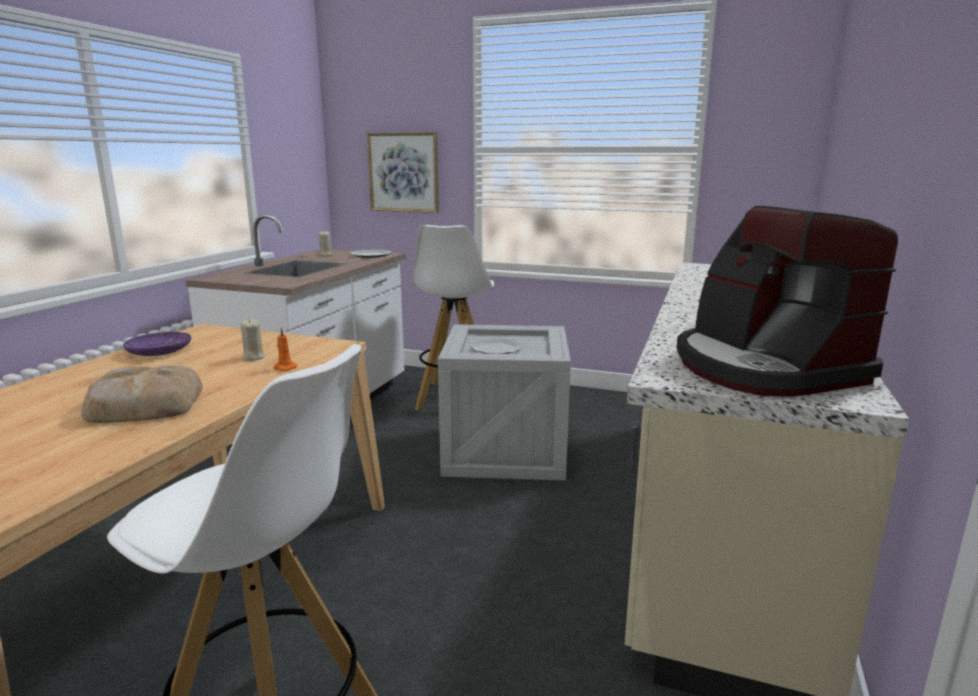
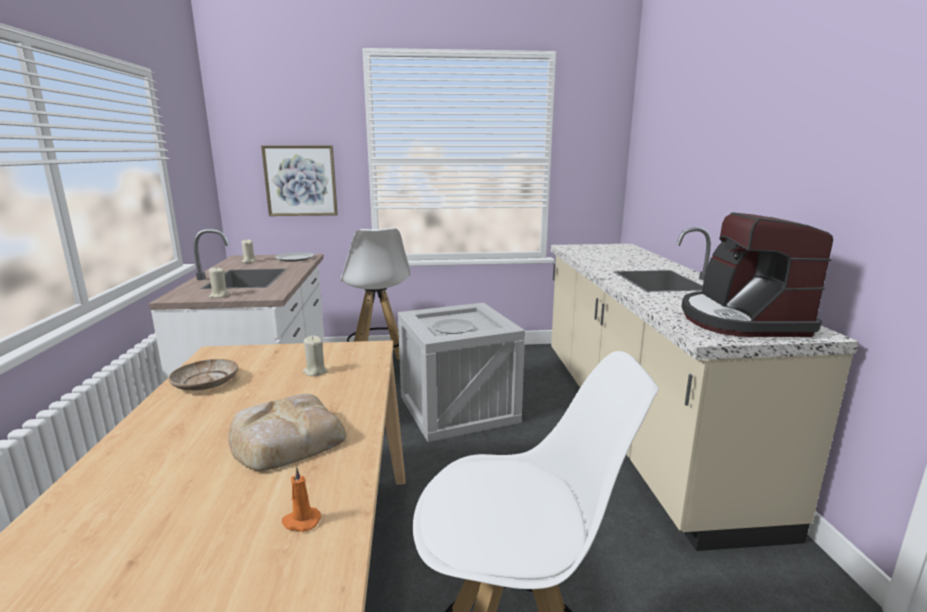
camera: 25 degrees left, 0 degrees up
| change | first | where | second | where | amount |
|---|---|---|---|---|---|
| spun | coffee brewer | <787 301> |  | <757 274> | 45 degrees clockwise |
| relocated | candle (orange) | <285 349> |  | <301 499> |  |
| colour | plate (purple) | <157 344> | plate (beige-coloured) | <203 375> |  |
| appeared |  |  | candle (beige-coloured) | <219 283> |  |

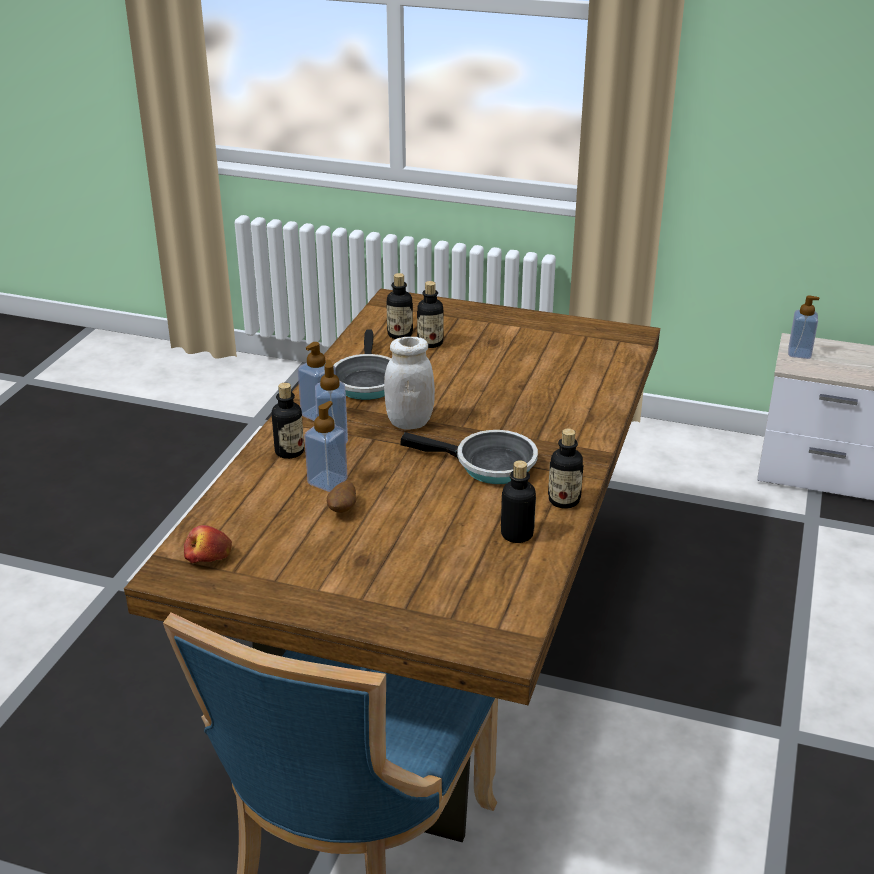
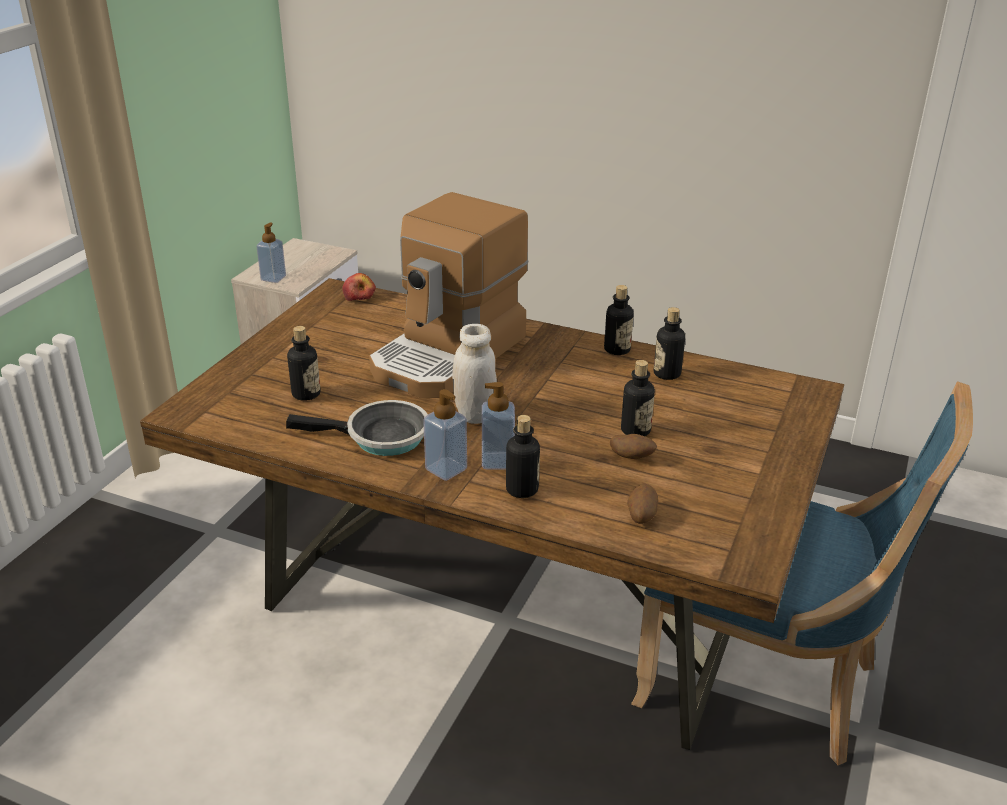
camera: 85 degrees left, 0 degrees up
| change | first | where | second | where | amount |
|---|---|---|---|---|---|
| relocated | beverage bottle | <399 306> |  | <638 398> |  |
| missing | liquid soap bottle | <326 446> |  |  |  |
| missing | frying pan | <469 457> |  |  |  |
| relocated | apple | <208 544> |  | <359 287> |  |
| appeared |  |  | coffee brewer | <448 295> |  |
| appeared |  |  | whole potato | <642 504> |  |

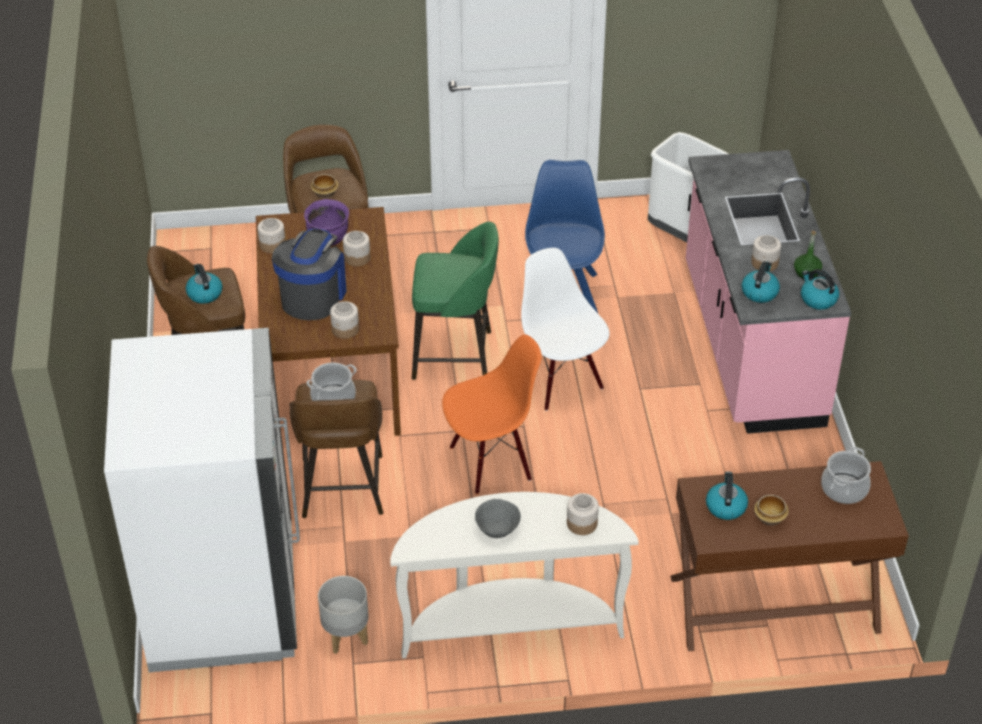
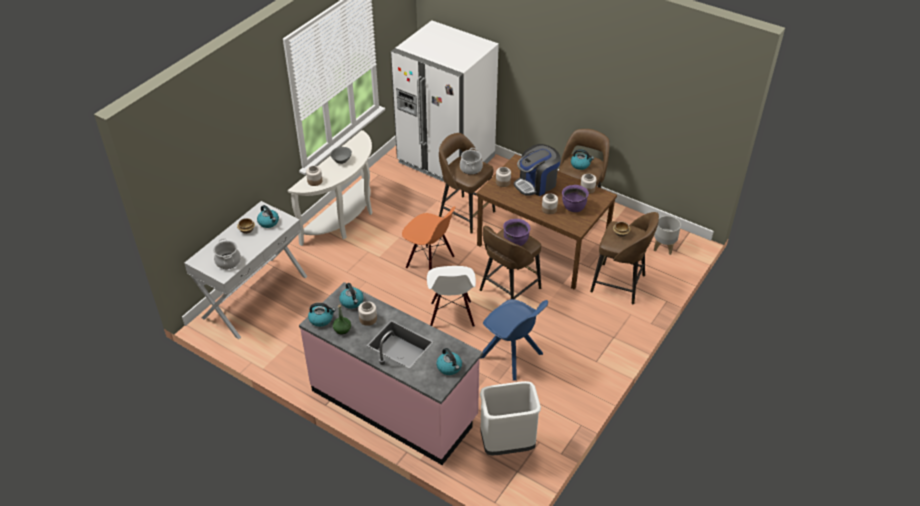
camera: 130 degrees right, 0 degrees up
| change | first | where | second | where | amount |
|---|---|---|---|---|---|
| colour | sitting stool (green) | <455 301> | sitting stool (brown) | <510 262> |  |
| spun | coffee brewer | <309 274> |  | <537 170> | 90 degrees clockwise |
| spun | upright chair (white-coloured) | <565 329> |  | <451 296> | 75 degrees clockwise |
| spun | upright chair (orange) | <492 414> |  | <428 239> | 75 degrees counterclockwise |
| colour | narrow table (brown) | <789 556> | narrow table (white-coloured) | <246 270> |  |
| relocated | flower pot (grey) | <343 615> |  | <667 235> |  |
| appeared |  |  | stockpot (purple) | <517 232> |  |
| appeared |  |  | water kettle | <449 361> |  |

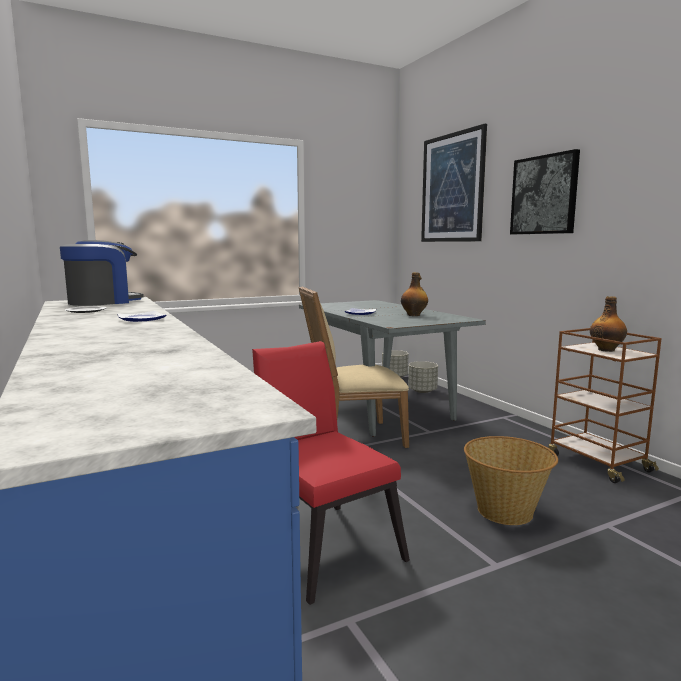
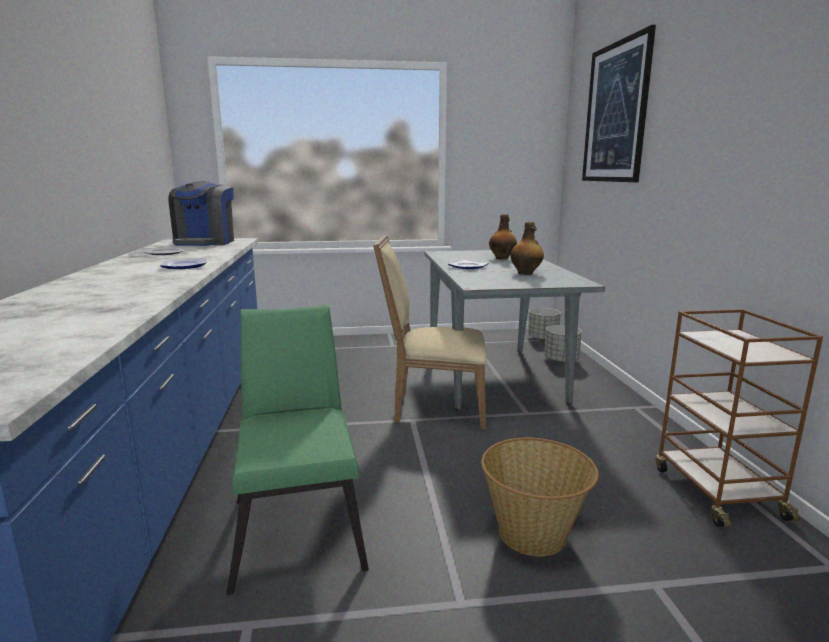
camera: 20 degrees right, 5 degrees up
| change | first | where | second | where | amount |
|---|---|---|---|---|---|
| missing | wall art | <545 191> |  |  |  |
| spun | coffee brewer | <102 273> |  | <201 213> | 120 degrees clockwise |
| relocated | beverage bottle | <608 324> |  | <503 237> |  |
| colour | upright chair (reddish) | <331 473> | upright chair (green) | <297 450> |  |

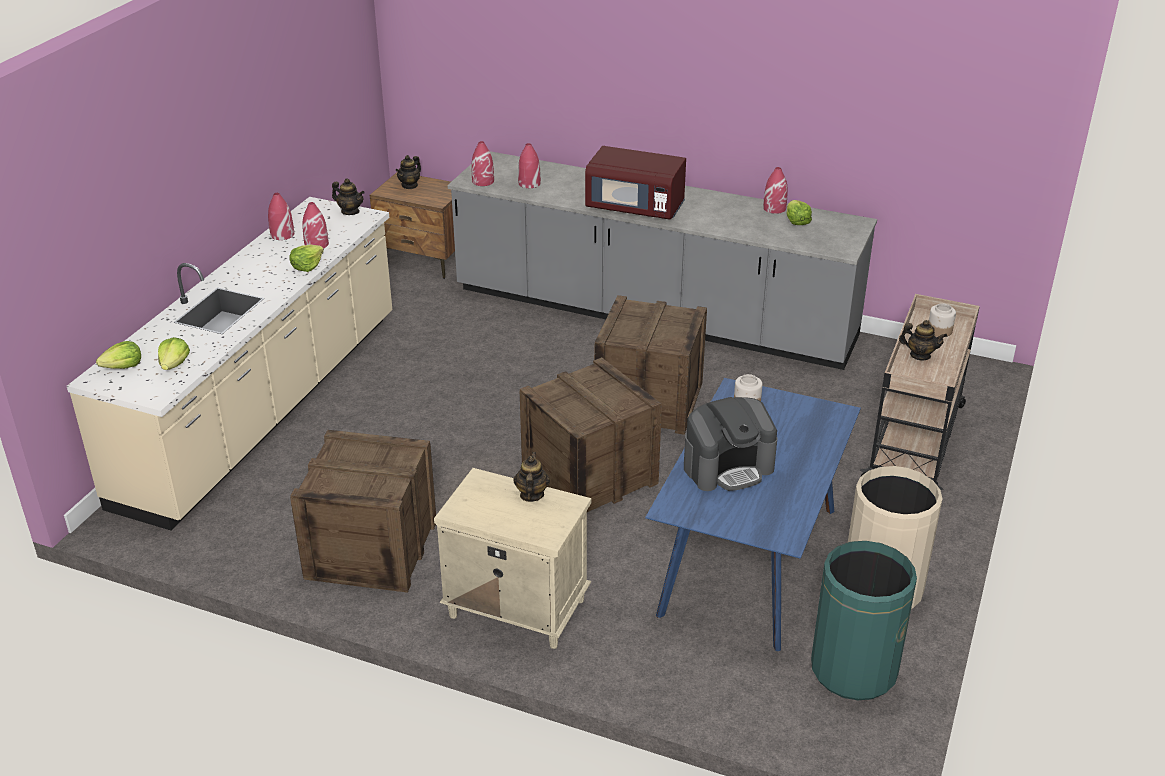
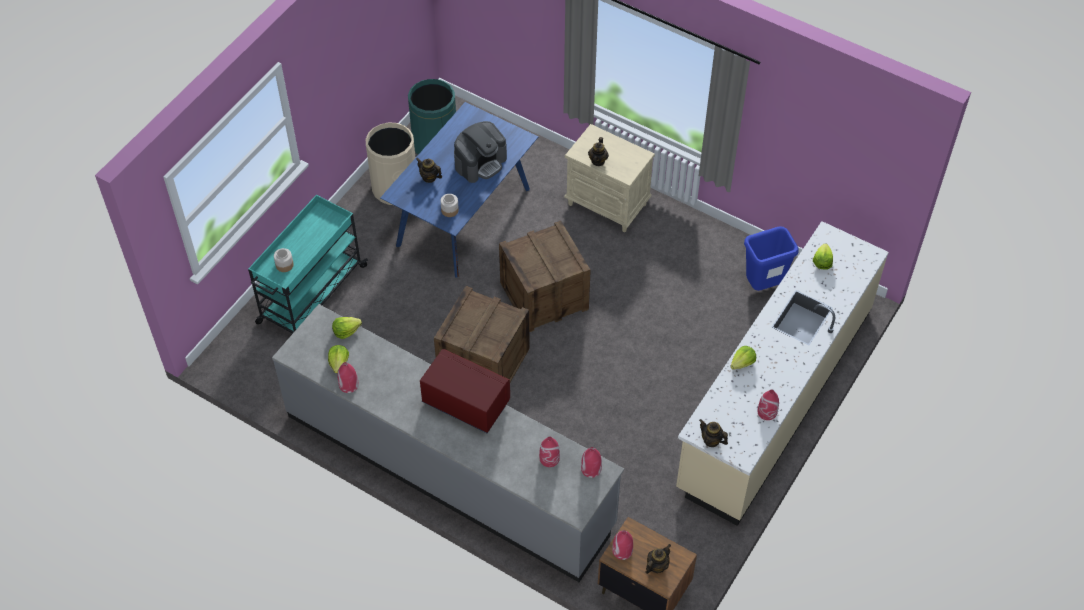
camera: 170 degrees left, 20 degrees up
| change | first | where | second | where | amount |
|---|---|---|---|---|---|
| relocated | flower vase (reddish) | <315 225> |  | <622 545> |  |
| colour | trolley (beige-coloured) | <920 392> | trolley (turquoise-coloured) | <308 264> |  |
| relocated | teapot | <923 340> |  | <429 170> |  |
| relocated | head of lettuce | <118 355> |  | <347 328> |  |
| spun | coffee brewer | <730 444> |  | <480 152> | 150 degrees clockwise |
| missing | crate | <363 511> |  |  |  |
| appeared |  |  | rubbish bin (blue-coloured) | <771 258> |  |

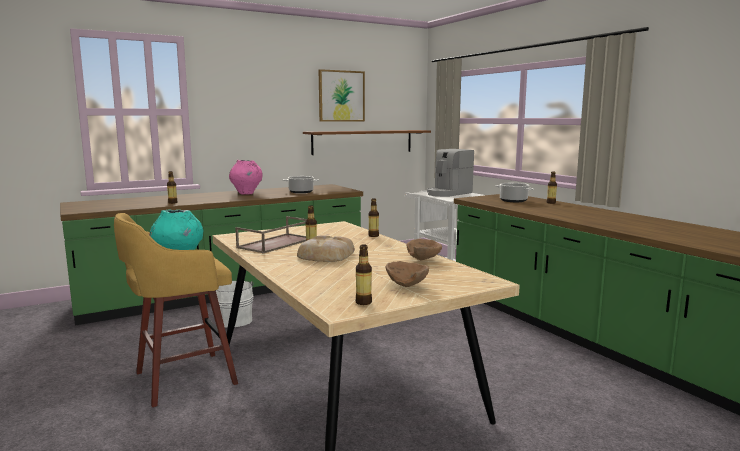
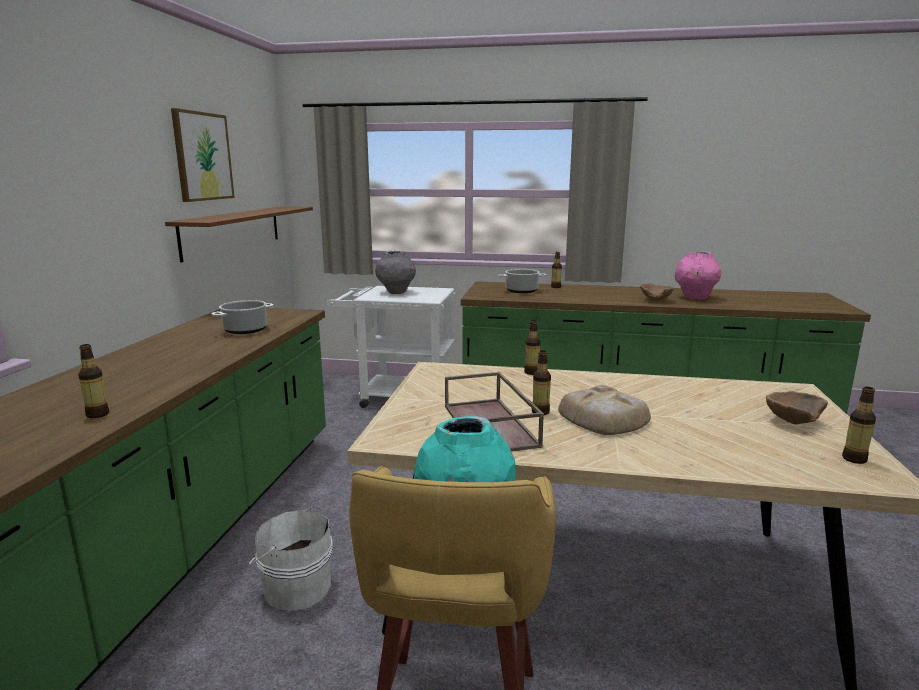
camera: 50 degrees left, 5 degrees up
| change | first | where | second | where | amount |
|---|---|---|---|---|---|
| exchanged | coffee brewer | <450 173> | flower vase (grey) | <395 272> |  |
| relocated | flower vase (pinkish) | <246 177> |  | <698 276> |  |
| relocated | deep dish (brown) | <424 249> |  | <657 292> |  |

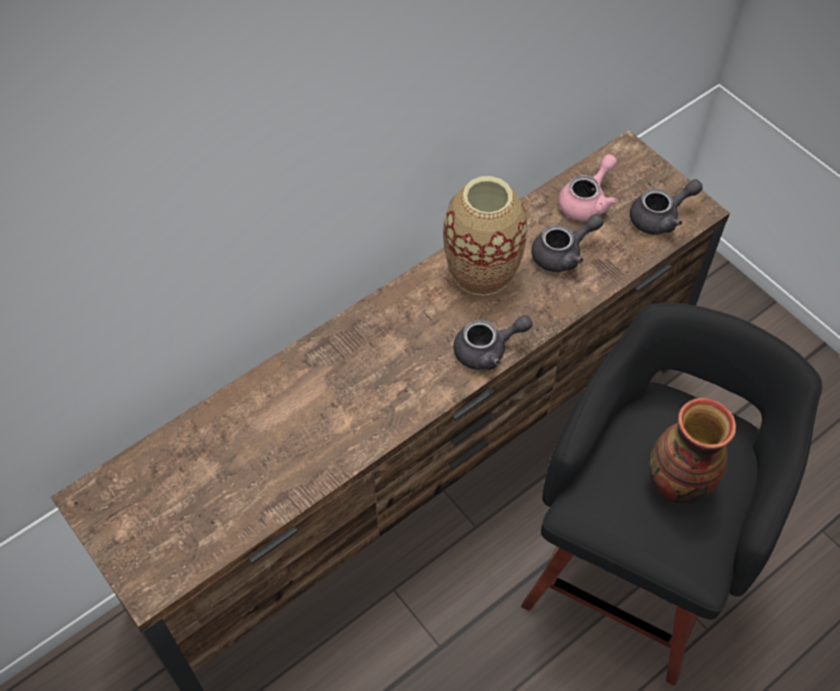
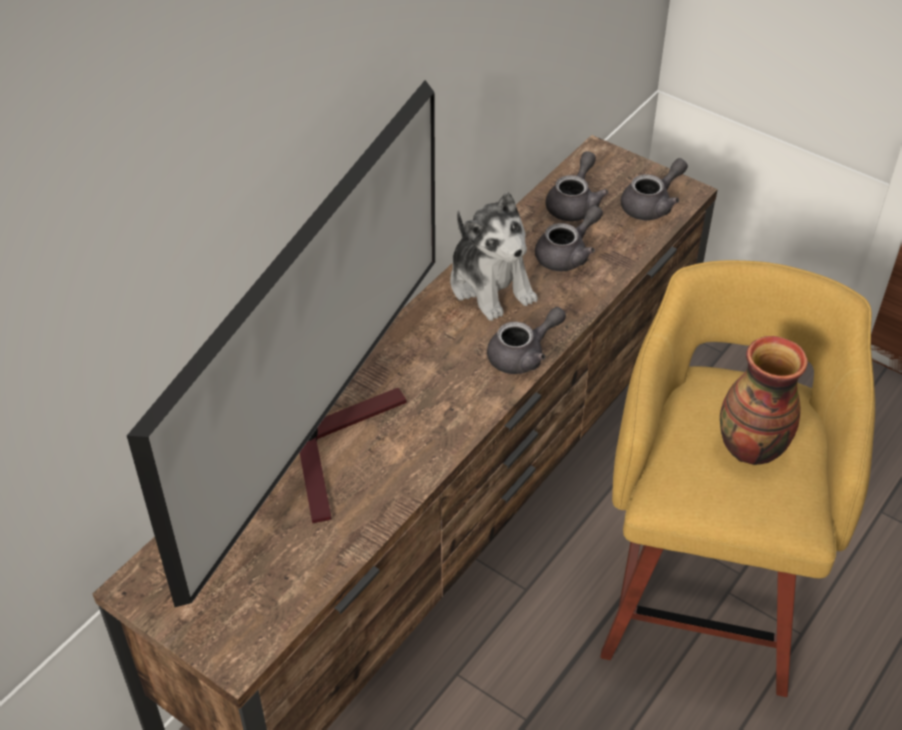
camera: 15 degrees left, 10 degrees down
| change | first | where | second | where | amount |
|---|---|---|---|---|---|
| colour | teapot (pinkish) | <588 187> | teapot (grey) | <576 186> |  |
| exchanged | flower vase | <485 236> | soft toy | <494 256> |  |
| colour | sitting stool (black) | <671 494> | sitting stool (yellowish) | <737 478> |  |
| appeared |  |  | television | <281 343> |  |

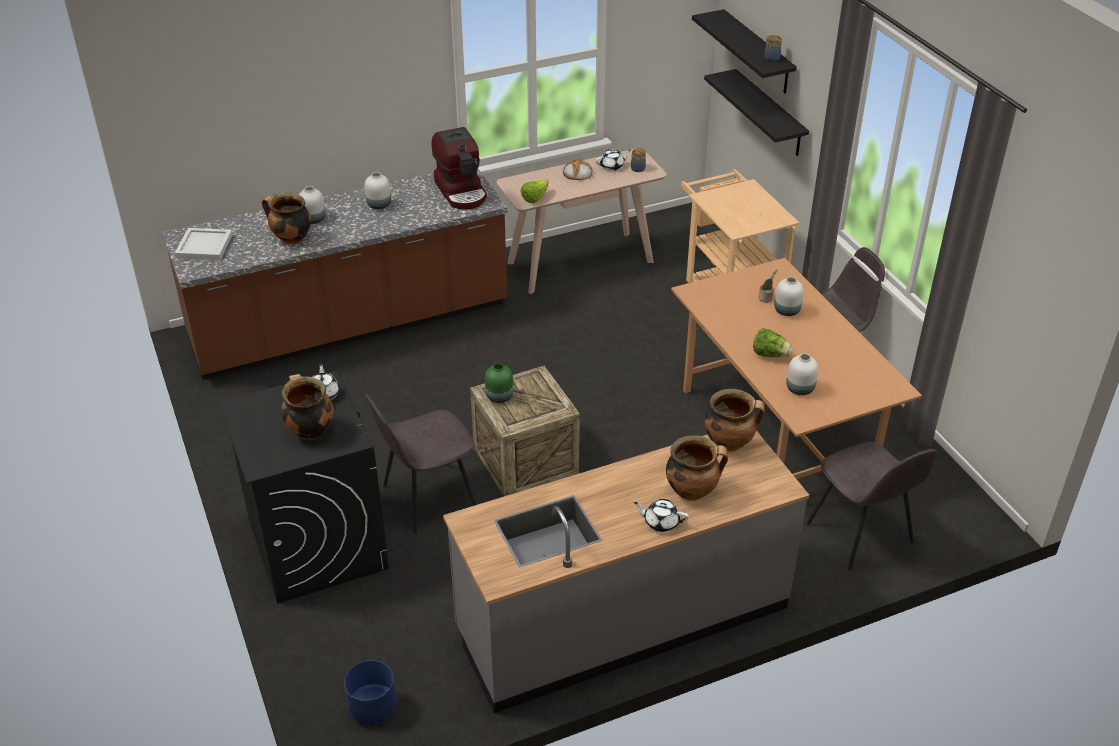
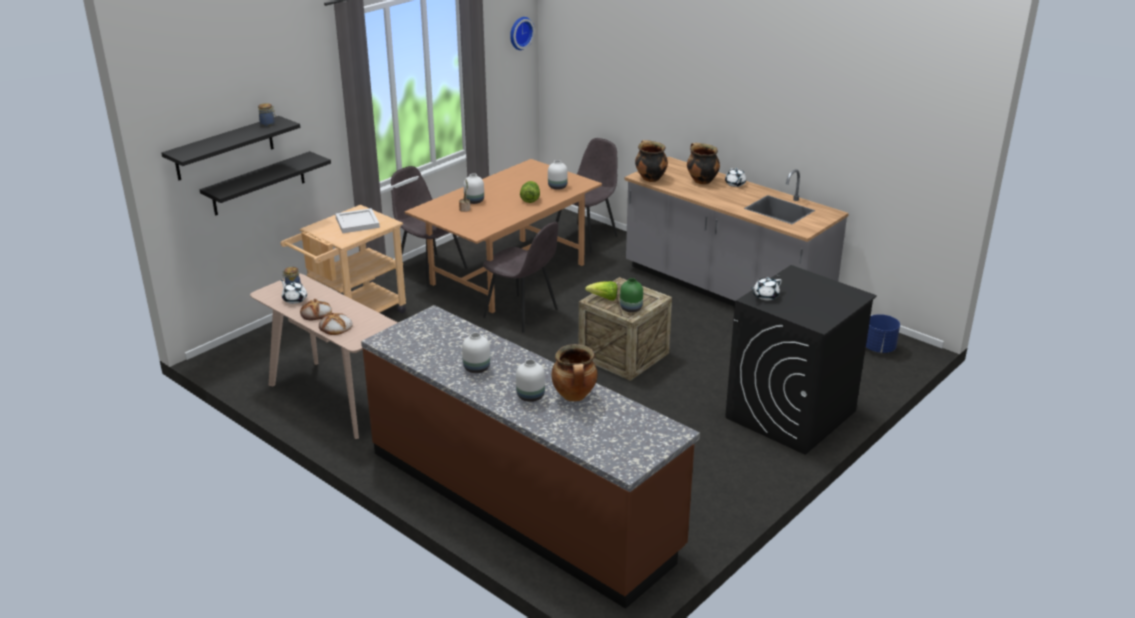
camera: 115 degrees left, 10 degrees down
| change | first | where | second | where | amount |
|---|---|---|---|---|---|
| missing | coffee brewer | <459 168> |  |  |  |
| relocated | head of lettuce | <534 191> |  | <601 290> |  |
| relocated | carrying tray (white-coloured) | <204 244> |  | <357 220> |  |
| missing | stockpot | <307 407> |  |  |  |
| relocated | upright chair (grey) | <420 463> |  | <520 277> |  |
| appeared |  |  | wall clock | <522 33> |  |
| appeared |  |  | baked bread | <336 324> |  |

